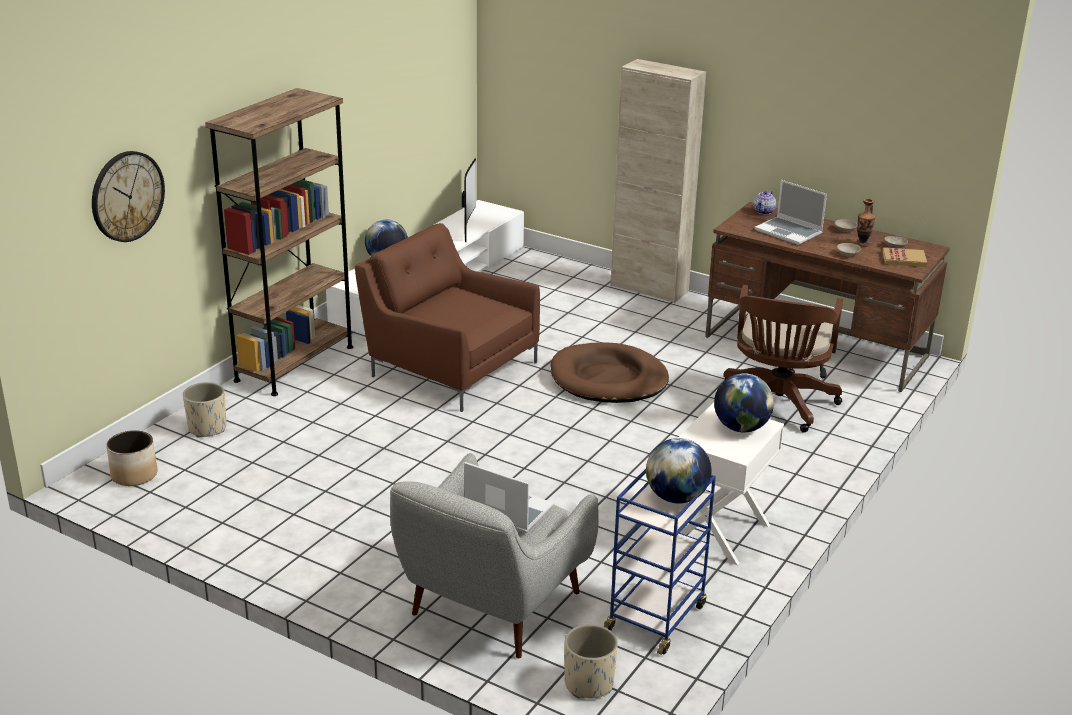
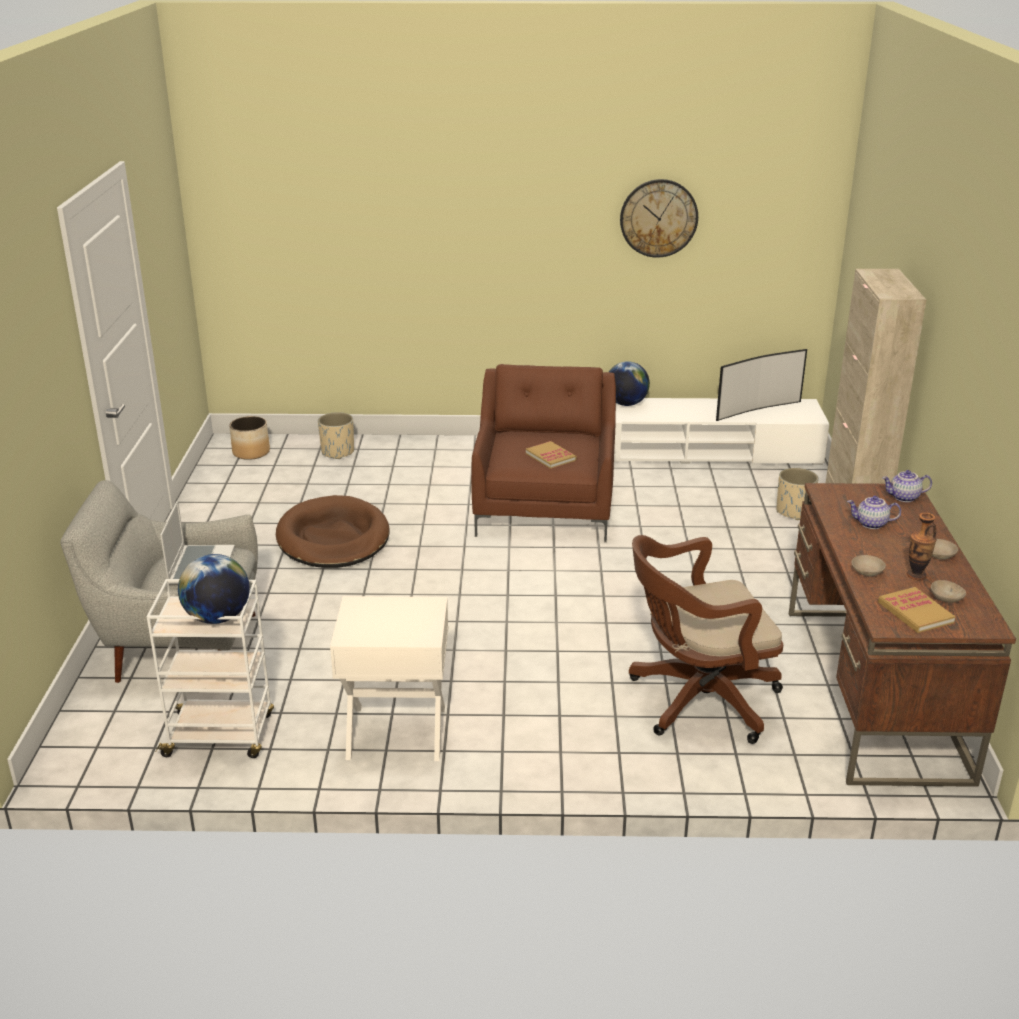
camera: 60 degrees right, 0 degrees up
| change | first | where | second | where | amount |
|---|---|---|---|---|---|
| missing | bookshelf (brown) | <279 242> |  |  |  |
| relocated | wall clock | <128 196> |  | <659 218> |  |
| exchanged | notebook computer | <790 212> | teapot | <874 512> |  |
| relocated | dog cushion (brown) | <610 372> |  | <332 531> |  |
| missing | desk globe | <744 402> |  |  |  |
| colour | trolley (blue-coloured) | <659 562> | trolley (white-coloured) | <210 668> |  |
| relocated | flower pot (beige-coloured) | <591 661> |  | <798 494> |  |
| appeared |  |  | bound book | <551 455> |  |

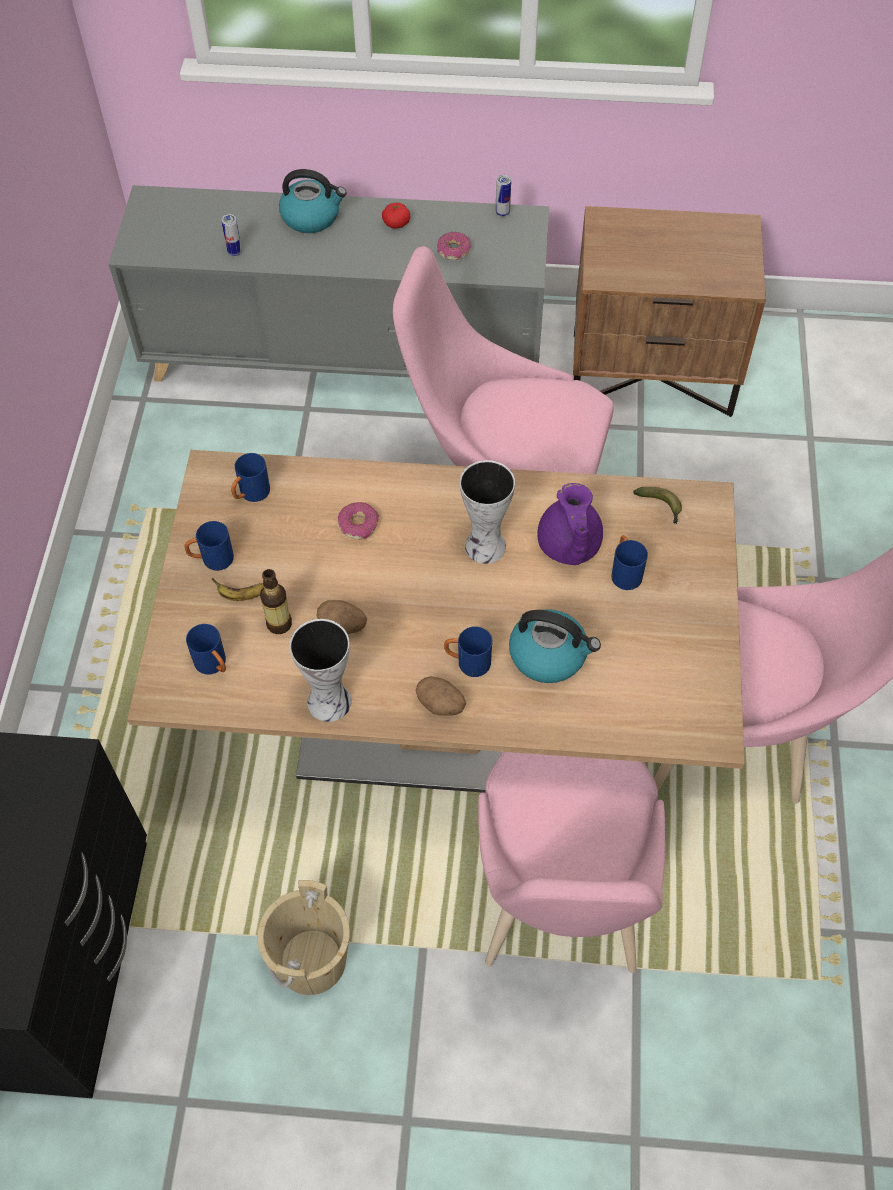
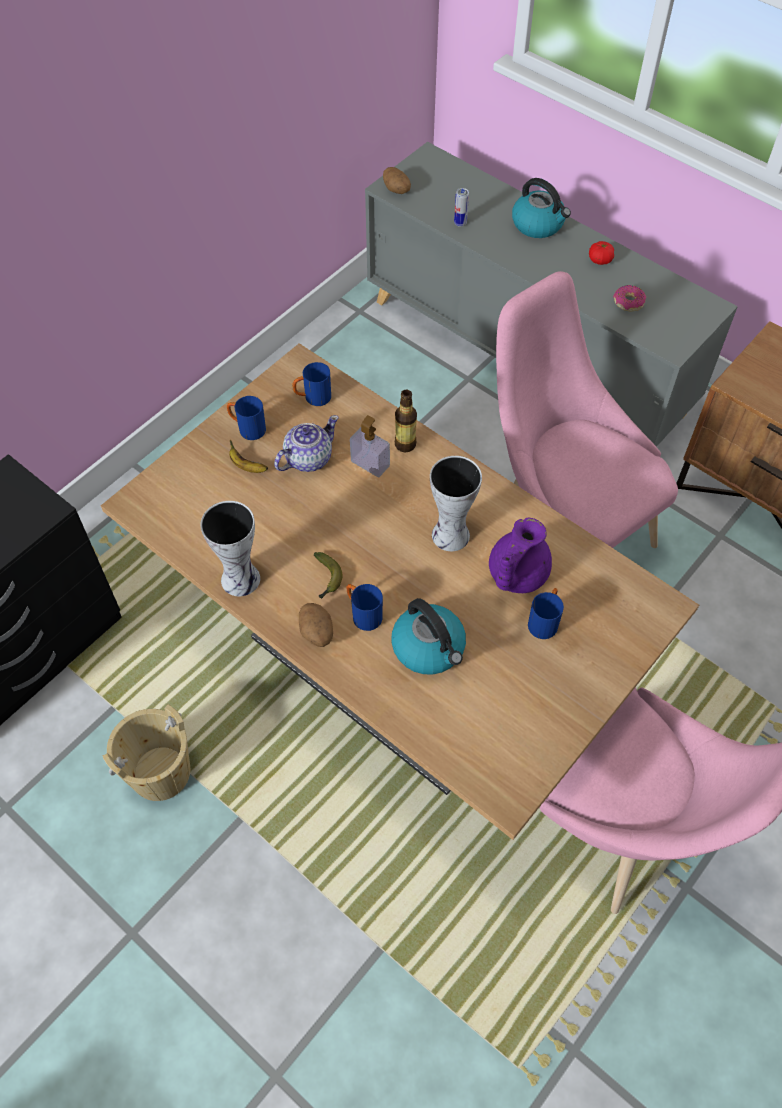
camera: 35 degrees right, 0 degrees up
| change | first | where | second | where | amount |
|---|---|---|---|---|---|
| missing | metal can | <503 196> |  |  |  |
| relocated | banana fruit | <657 505> |  | <328 575> |  |
| exchanged | donut | <358 521> | liquid soap bottle | <370 446> |  |
| relocated | beverage bottle | <276 601> |  | <406 421> |  |
| relocated | whole potato | <342 617> |  | <397 180> |  |
| missing | tea mug (blue-coloured) | <206 649> |  |  |  |
| missing | upright chair (pinkish) | <572 862> |  |  |  |
| appeared |  |  | teapot | <306 443> |  |

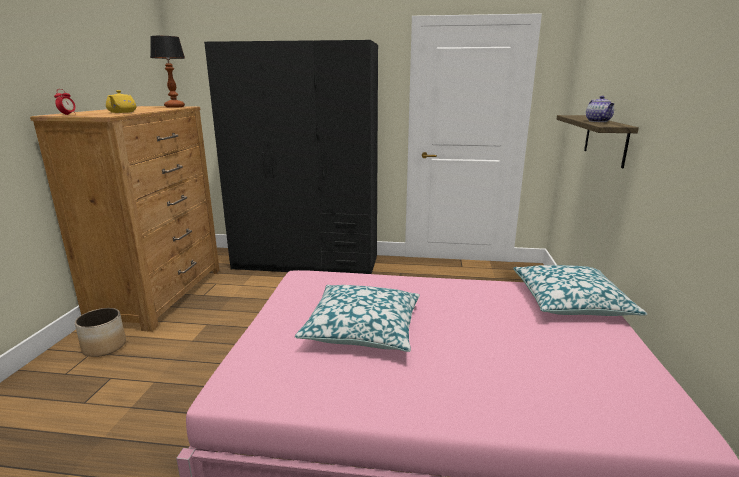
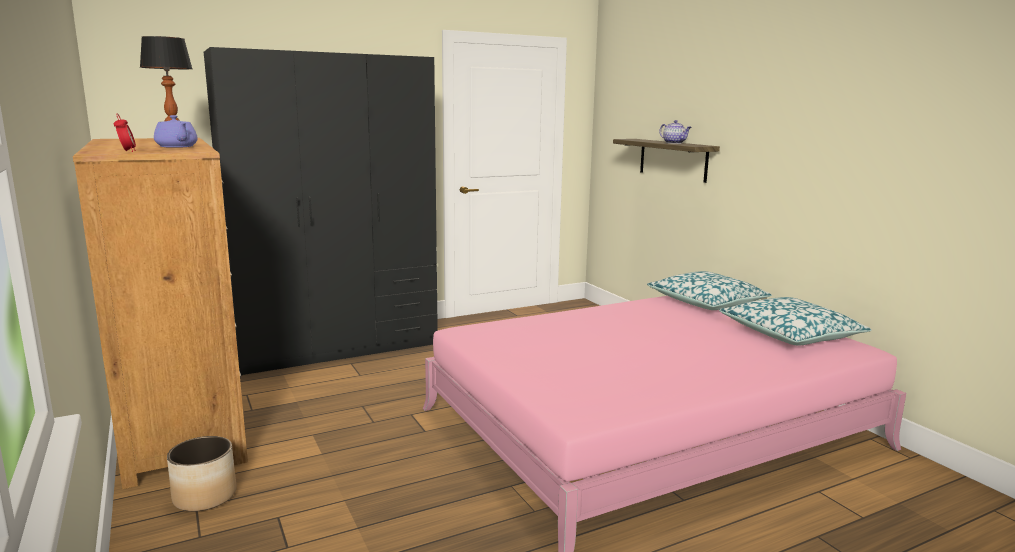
camera: 35 degrees left, 5 degrees down
| change | first | where | second | where | amount |
|---|---|---|---|---|---|
| colour | teapot (yellowish) | <121 101> | teapot (purple) | <176 131> |  |
| relocated | pillow | <357 318> |  | <795 321> |  |

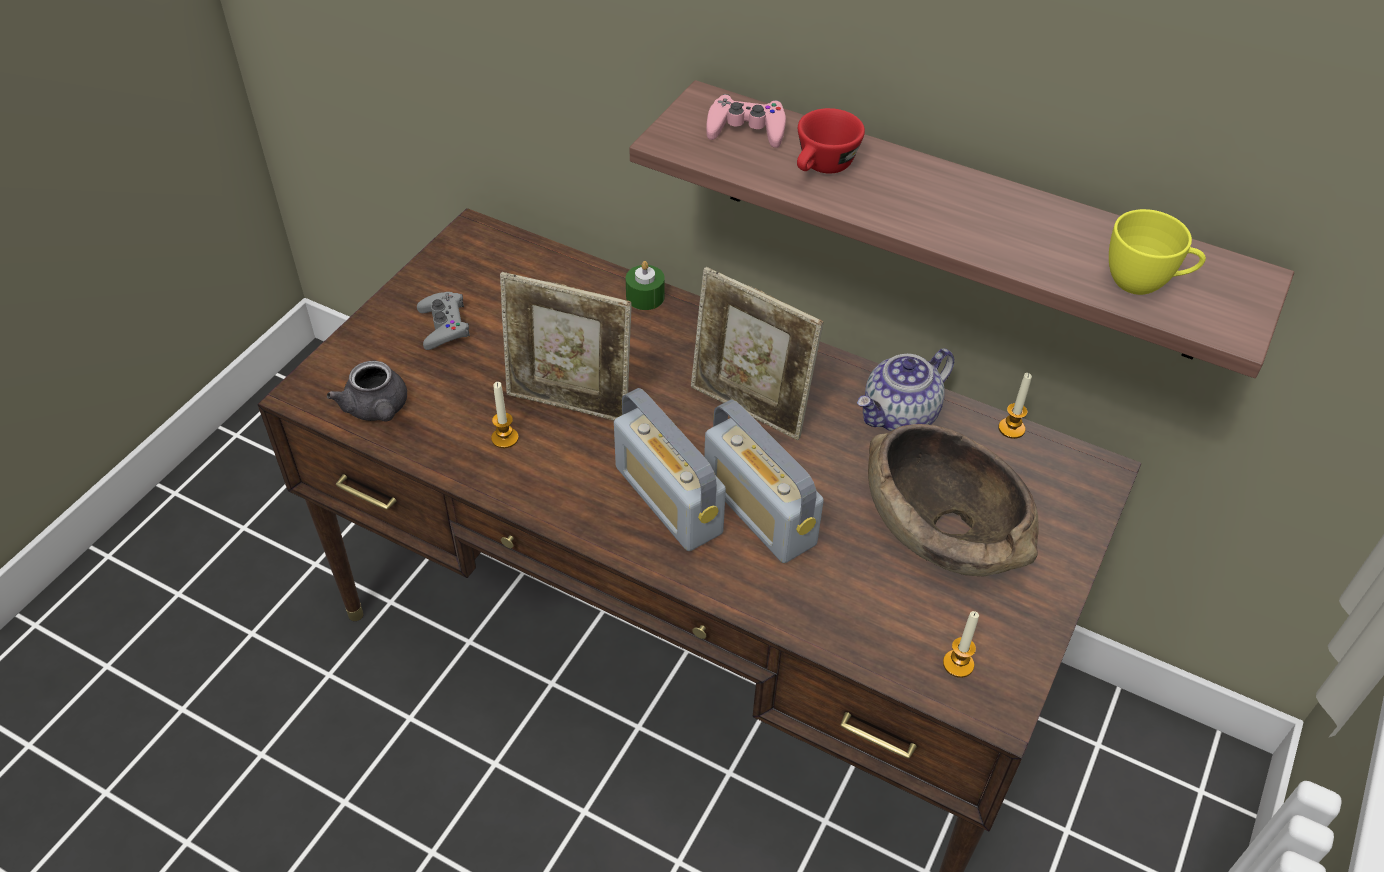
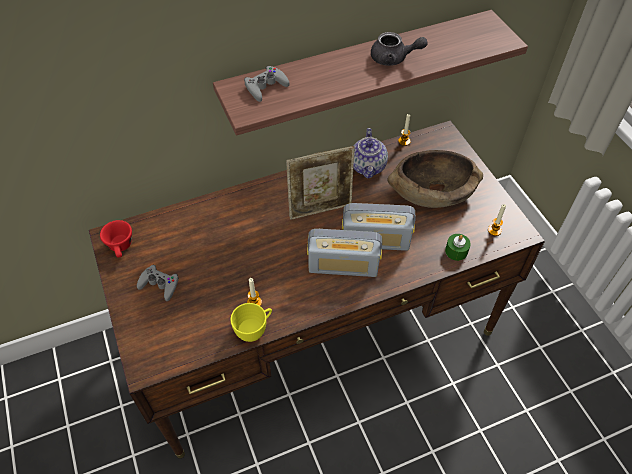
camera: 50 degrees left, 5 degrees up
| change | first | where | second | where | amount |
|---|---|---|---|---|---|
| colour | gamepad (pinkish) | <746 121> | gamepad (grey) | <266 84> |  |
| relocated | small cup (reddish) | <831 140> |  | <116 238> |  |
| relocated | small cup (yellowish) | <1157 252> |  | <251 322> |  |
| relocated | candle (green) | <645 285> |  | <458 247> |  |
| missing | standing frame | <566 346> |  |  |  |
| relocated | teapot (grey) | <367 391> |  | <399 49> |  |

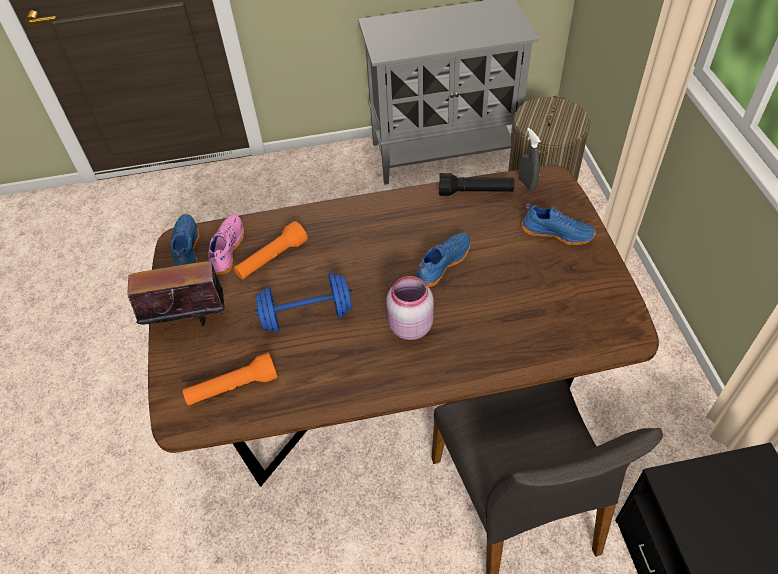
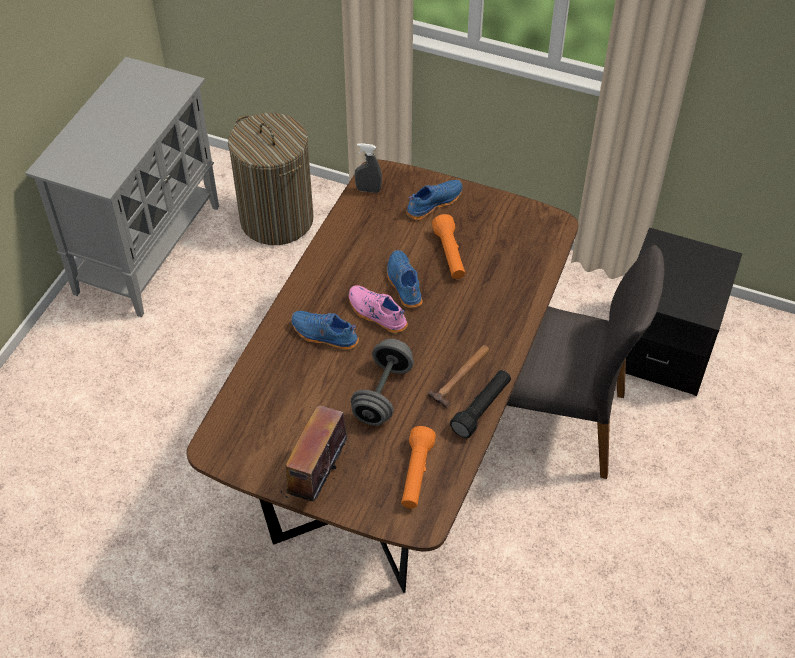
camera: 60 degrees left, 0 degrees up
| change | first | where | second | where | amount |
|---|---|---|---|---|---|
| relocated | torch (black) | <476 184> |  | <480 404> |  |
| relocated | item of footwear (blue-coloured) | <185 240> |  | <325 330> |  |
| relocated | item of footwear (pinkish) | <226 244> |  | <378 309> |  |
| relocated | torch (orange) | <270 250> |  | <448 246> |  |
| colour | hand weight (blue-coloured) | <304 302> | hand weight (grey) | <382 382> |  |
| missing | jar (pinkish) | <410 308> |  |  |  |
| appeared |  |  | tool hammer | <459 376> |  |

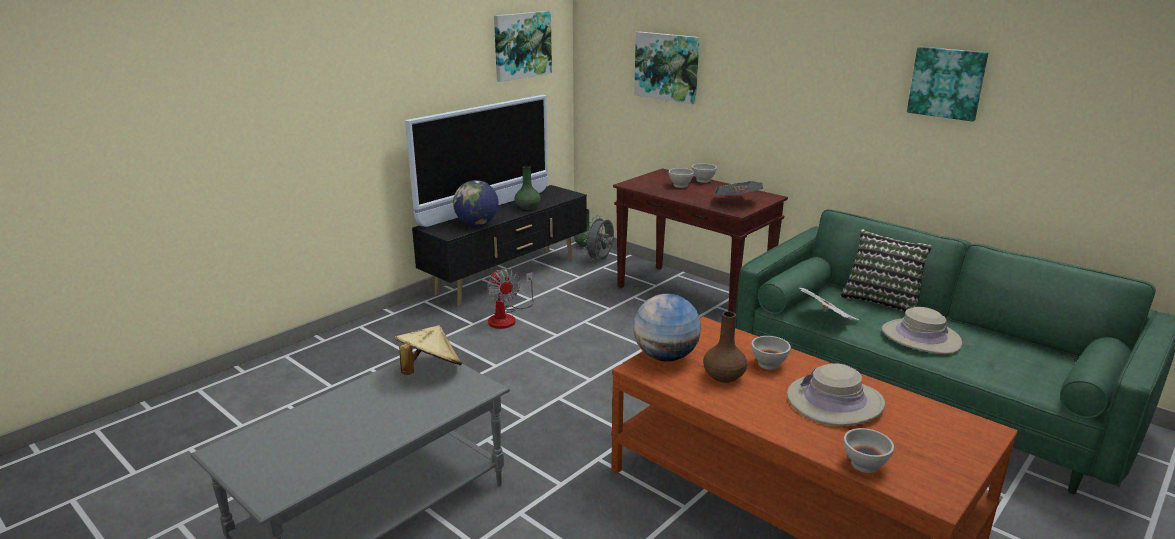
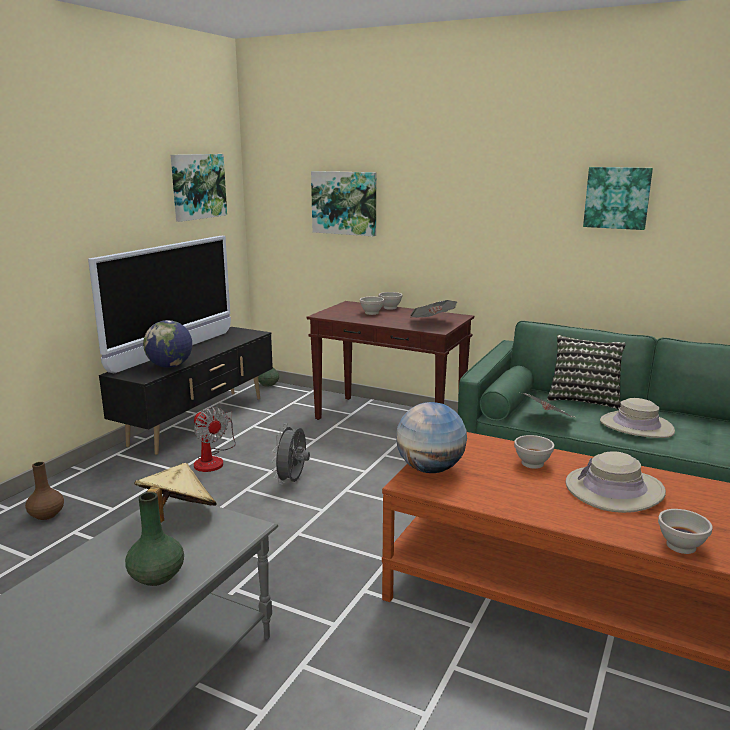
camera: 15 degrees left, 5 degrees down
| change | first | where | second | where | amount |
|---|---|---|---|---|---|
| relocated | flower vase (green) | <528 188> |  | <154 539> |  |
| relocated | electric fan (grey) | <599 238> |  | <291 453> |  |
| relocated | flower vase (brown) | <725 347> |  | <44 491> |  |

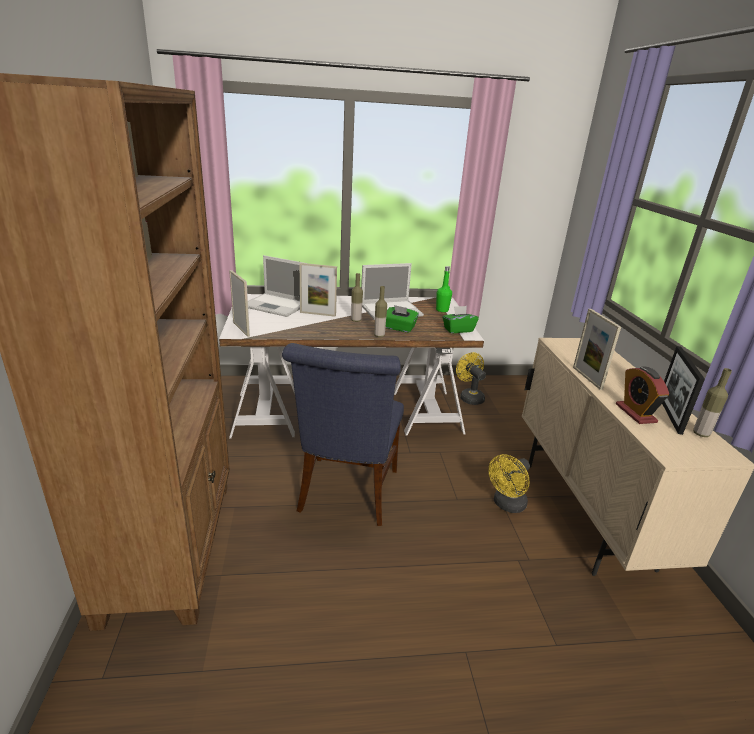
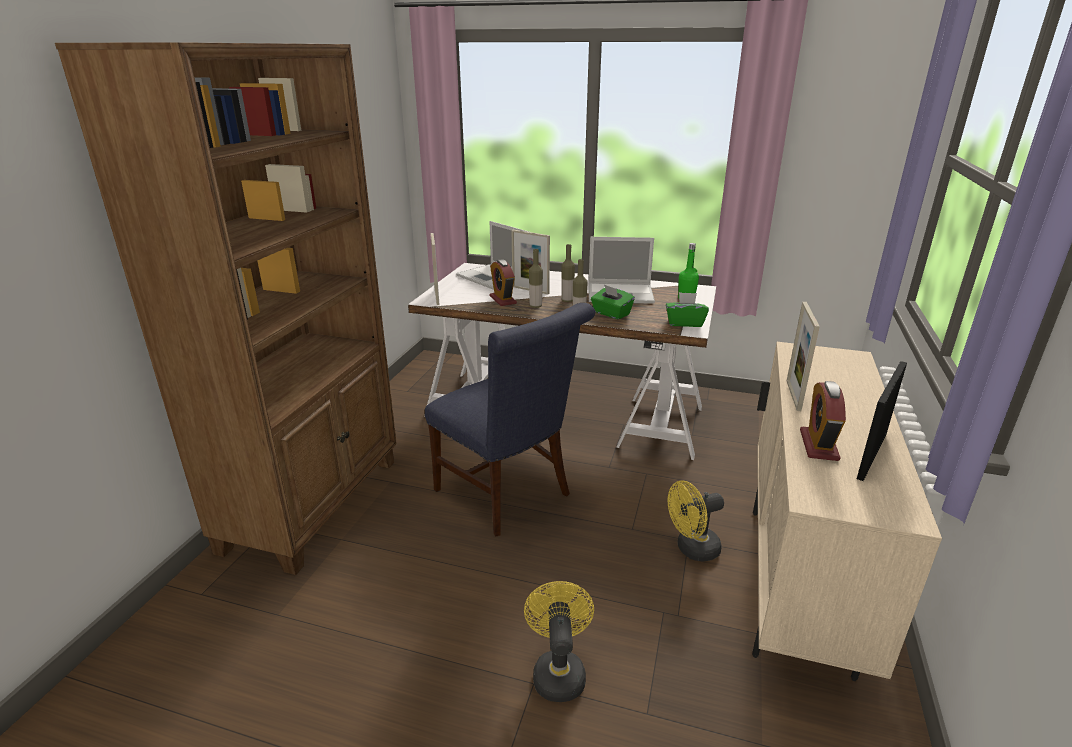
camera: 25 degrees right, 0 degrees up
| change | first | where | second | where | amount |
|---|---|---|---|---|---|
| spun | upright chair (blue-coloured) | <343 434> |  | <510 420> | 75 degrees counterclockwise |
| relocated | electric fan (yellowish) | <471 378> |  | <559 641> |  |
| relocated | beverage bottle | <712 402> |  | <536 278> |  |
| appeared |  |  | alarm clock | <503 282> |  |

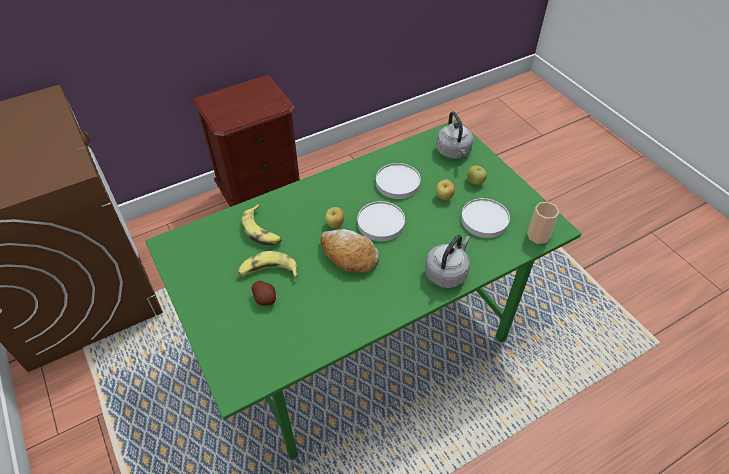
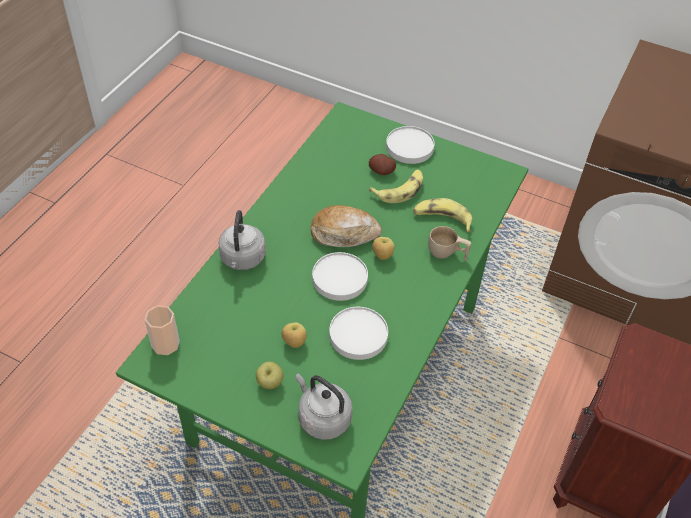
camera: 145 degrees right, 0 degrees up
| change | first | where | second | where | amount |
|---|---|---|---|---|---|
| relocated | plate (white-coloured) | <485 218> |  | <410 145> |  |
| appeared |  |  | small cup (beige-coloured) | <449 243> |  |

